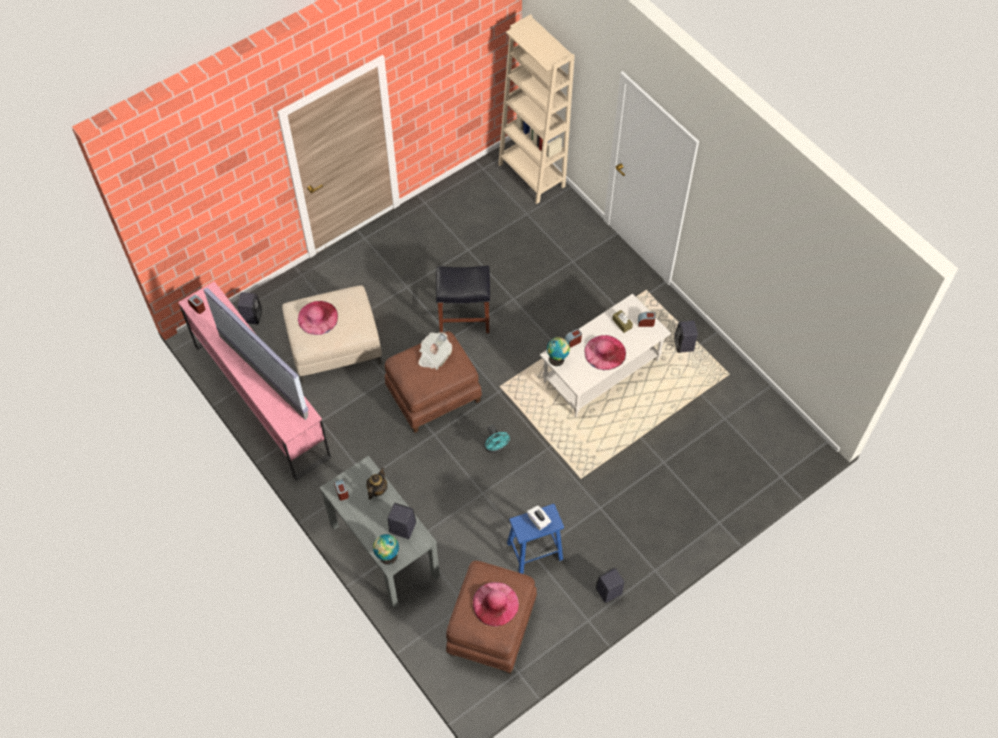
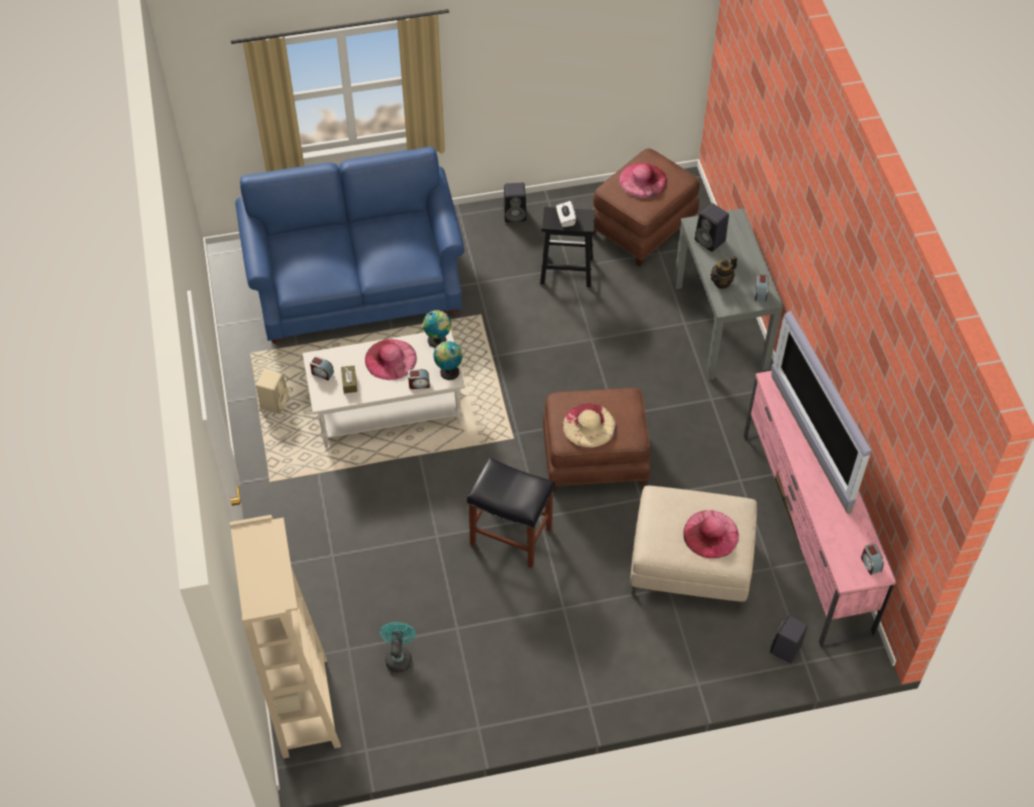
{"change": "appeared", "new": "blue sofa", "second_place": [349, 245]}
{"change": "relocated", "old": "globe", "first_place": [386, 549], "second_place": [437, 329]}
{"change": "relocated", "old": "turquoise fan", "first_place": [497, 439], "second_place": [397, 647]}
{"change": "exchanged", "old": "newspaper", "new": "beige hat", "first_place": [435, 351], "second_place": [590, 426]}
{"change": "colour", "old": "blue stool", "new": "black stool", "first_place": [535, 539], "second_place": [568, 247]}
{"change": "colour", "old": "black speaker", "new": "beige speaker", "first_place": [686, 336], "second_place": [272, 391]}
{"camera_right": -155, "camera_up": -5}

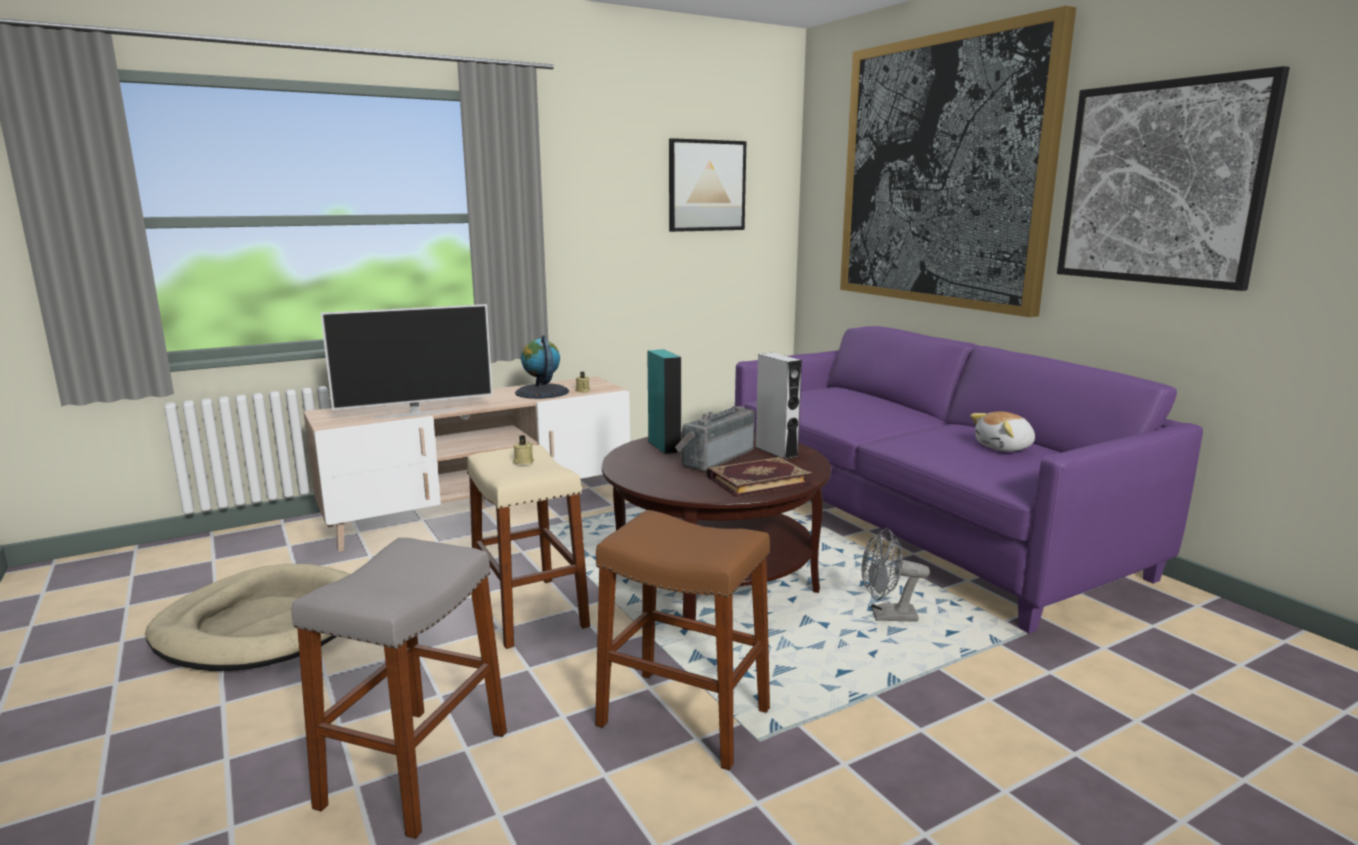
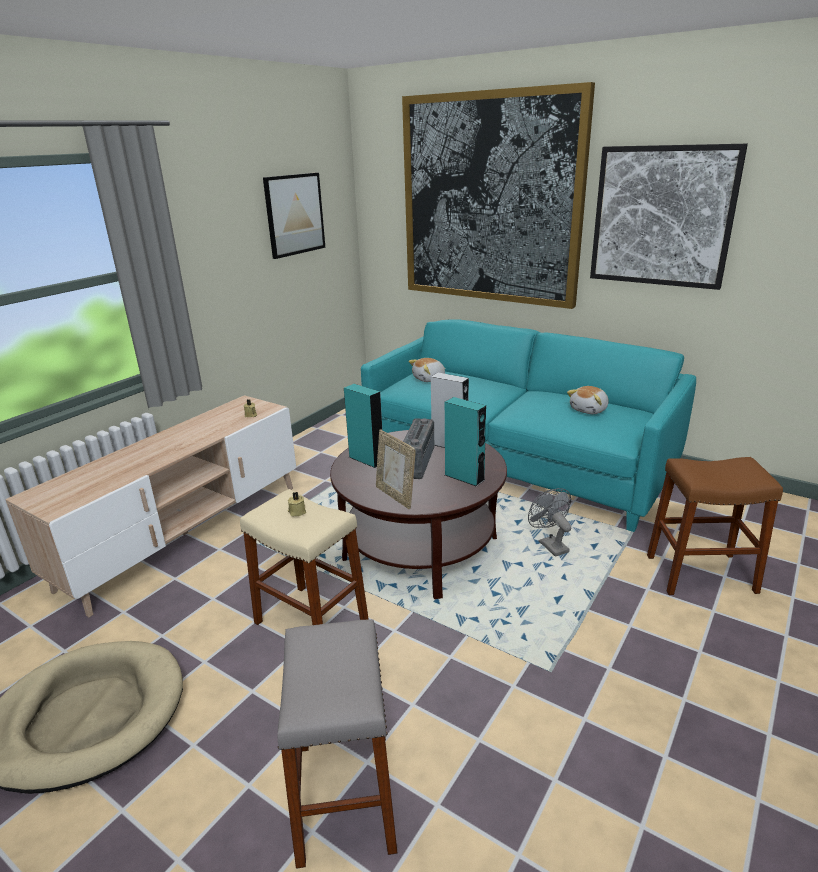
{"change": "missing", "old": "television", "first_place": [406, 361]}
{"change": "missing", "old": "globe", "first_place": [542, 367]}
{"change": "appeared", "new": "picture frame", "second_place": [396, 469]}
{"change": "appeared", "new": "plush toy", "second_place": [427, 370]}
{"change": "relocated", "old": "brown stool", "first_place": [682, 640], "second_place": [715, 526]}
{"change": "exchanged", "old": "book", "new": "turquoise speaker", "first_place": [760, 477], "second_place": [465, 442]}
{"change": "colour", "old": "purple sofa", "new": "turquoise sofa", "first_place": [969, 480], "second_place": [528, 425]}
{"change": "spun", "old": "grey fan", "first_place": [895, 575], "second_place": [549, 522], "degrees": 90}
{"camera_right": -25, "camera_up": 10}

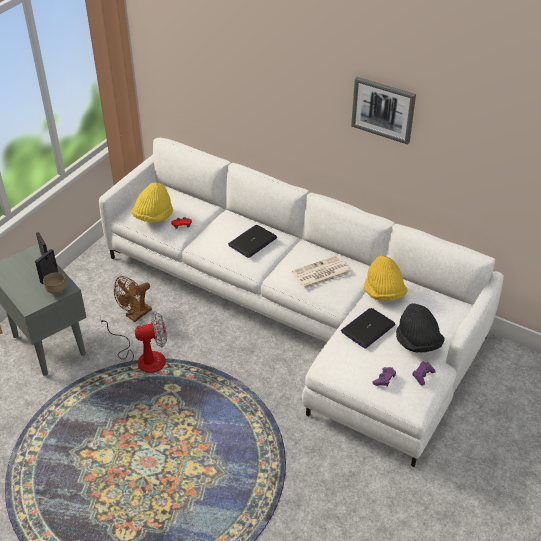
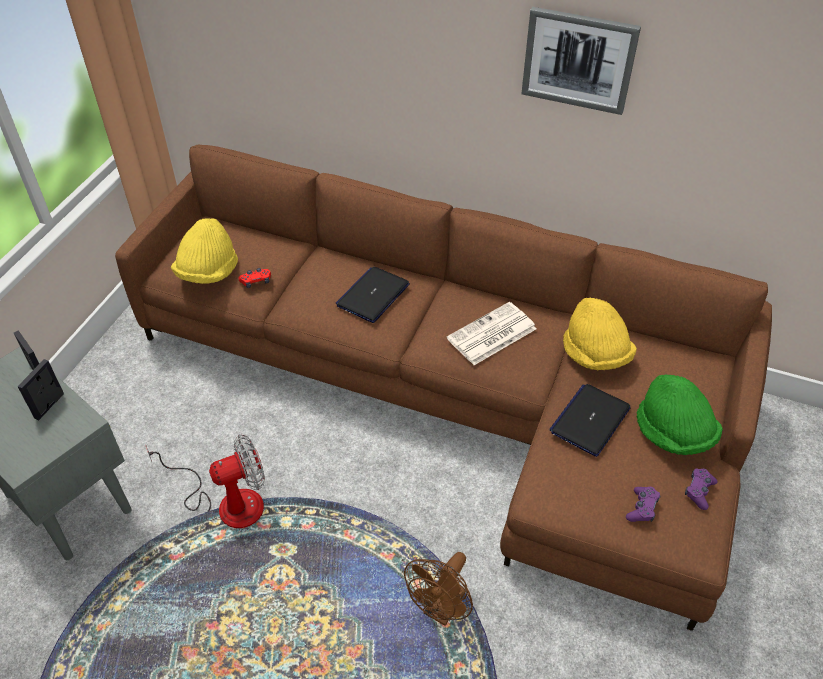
{"change": "missing", "old": "brown bowl", "first_place": [54, 283]}
{"change": "relocated", "old": "brown fan", "first_place": [133, 299], "second_place": [438, 589]}
{"change": "colour", "old": "white sofa", "new": "brown sofa", "first_place": [301, 302], "second_place": [443, 388]}
{"change": "colour", "old": "black hat", "new": "green hat", "first_place": [420, 328], "second_place": [680, 414]}
{"camera_right": -10, "camera_up": 5}

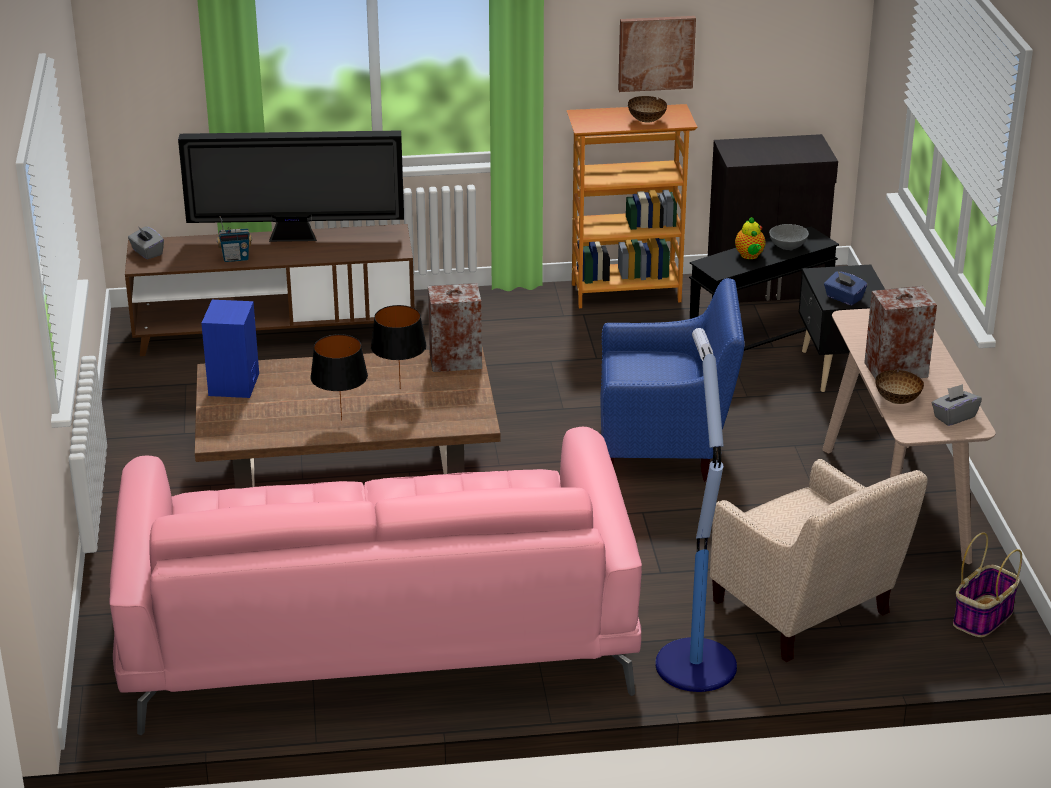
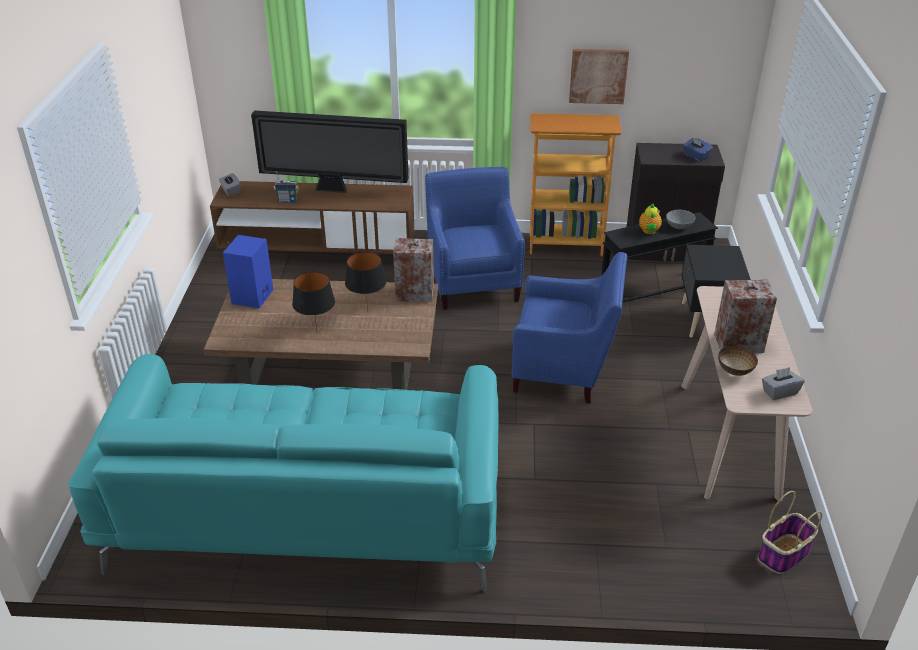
{"change": "missing", "old": "bowl", "first_place": [647, 109]}
{"change": "missing", "old": "floor lamp", "first_place": [696, 510]}
{"change": "missing", "old": "beige armchair", "first_place": [819, 560]}
{"change": "appeared", "new": "blue armchair", "second_place": [475, 238]}
{"change": "relocated", "old": "blue tissue box", "first_place": [845, 288], "second_place": [698, 149]}
{"change": "colour", "old": "pink sofa", "new": "turquoise sofa", "first_place": [375, 581], "second_place": [283, 473]}
{"camera_right": 10, "camera_up": 5}

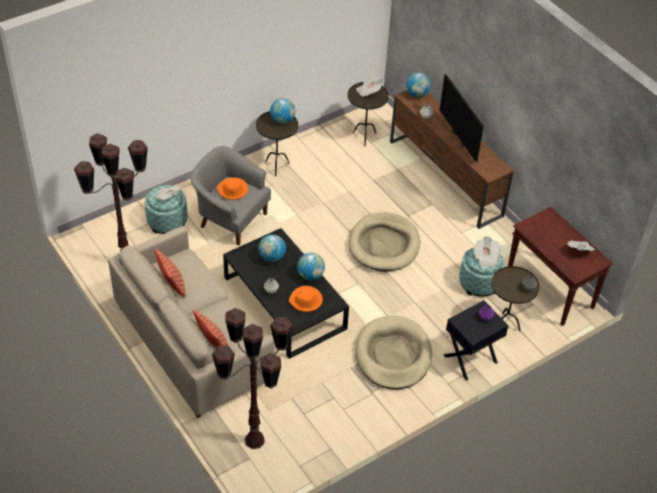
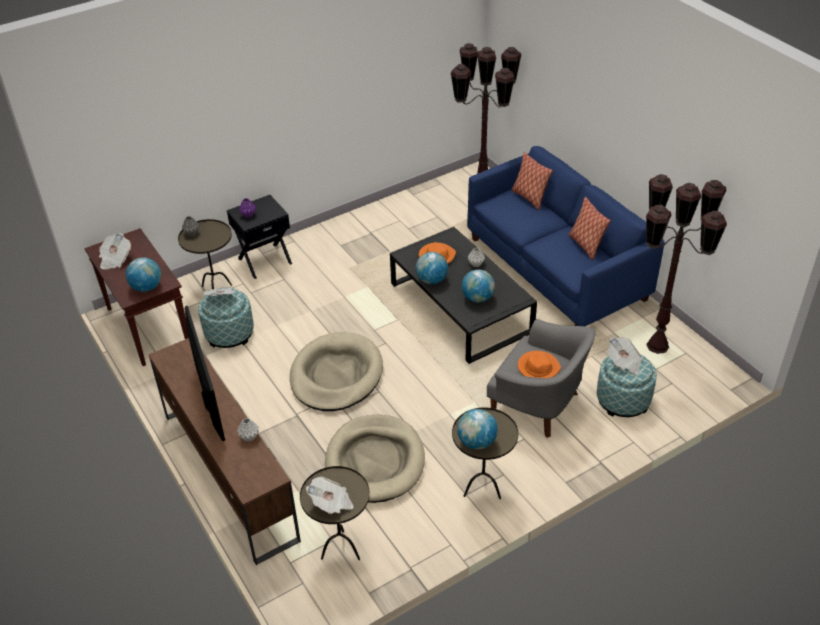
{"change": "relocated", "old": "beige dog bed", "first_place": [393, 352], "second_place": [375, 459]}
{"change": "relocated", "old": "globe", "first_place": [418, 84], "second_place": [143, 274]}
{"change": "colour", "old": "beige sofa", "new": "blue sofa", "first_place": [191, 322], "second_place": [566, 236]}
{"camera_right": -175, "camera_up": -5}

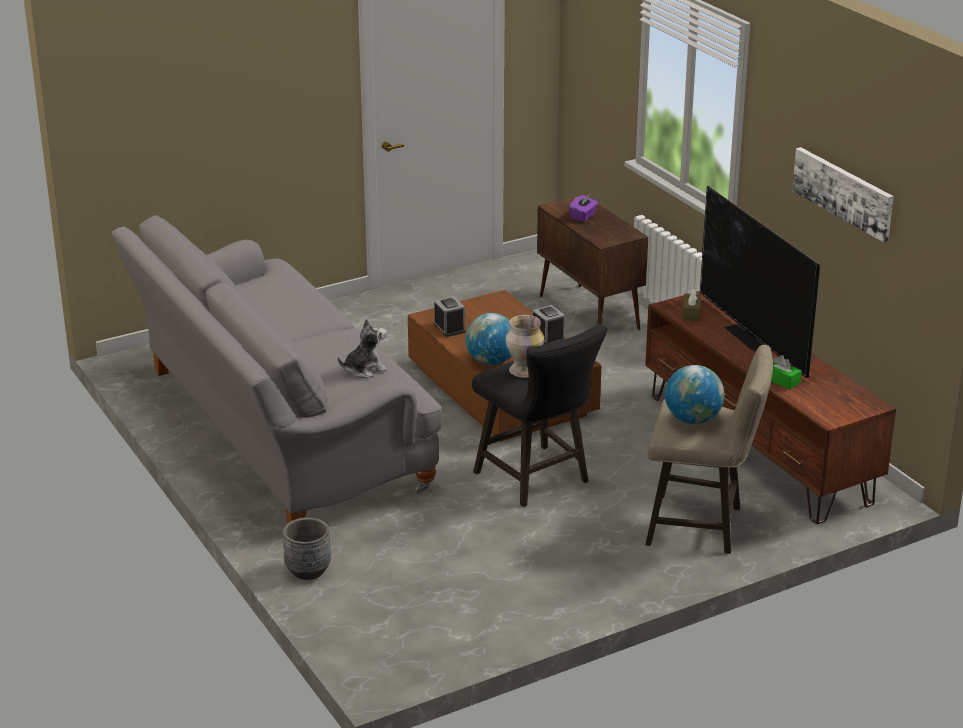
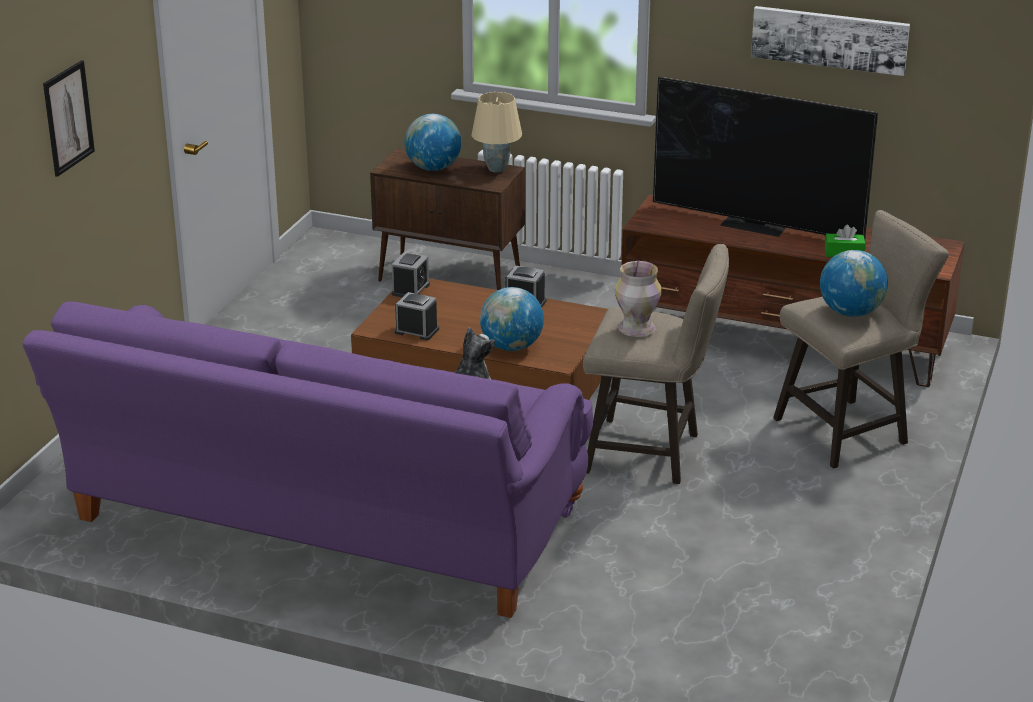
{"change": "missing", "old": "grey planter", "first_place": [306, 548]}
{"change": "missing", "old": "brown tissue box", "first_place": [691, 304]}
{"change": "appeared", "new": "picture", "second_place": [69, 118]}
{"change": "appeared", "new": "alarm clock", "second_place": [411, 274]}
{"change": "appeared", "new": "beige table lamp", "second_place": [496, 132]}
{"change": "exchanged", "old": "purple tissue box", "new": "globe", "first_place": [583, 208], "second_place": [432, 142]}
{"change": "colour", "old": "grey sofa", "new": "purple sofa", "first_place": [277, 369], "second_place": [308, 460]}
{"change": "colour", "old": "black stool", "new": "beige stool", "first_place": [539, 415], "second_place": [656, 364]}
{"camera_right": -40, "camera_up": 0}

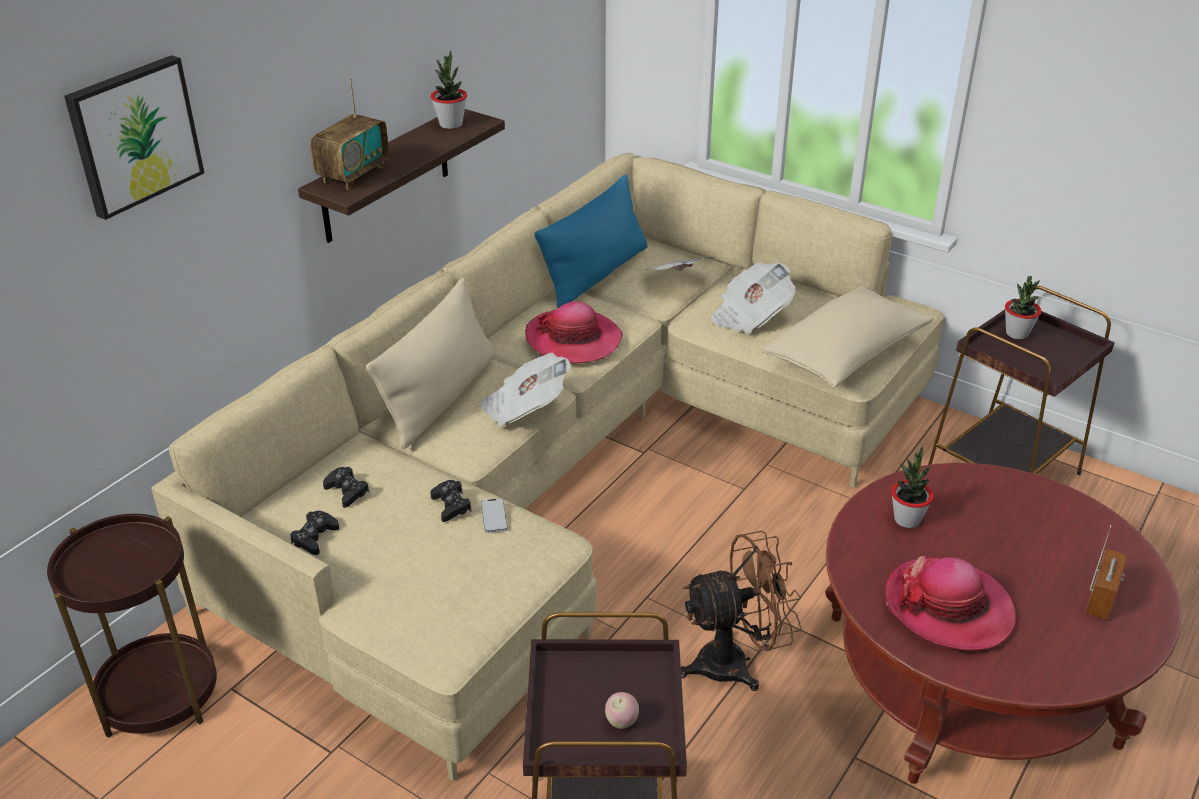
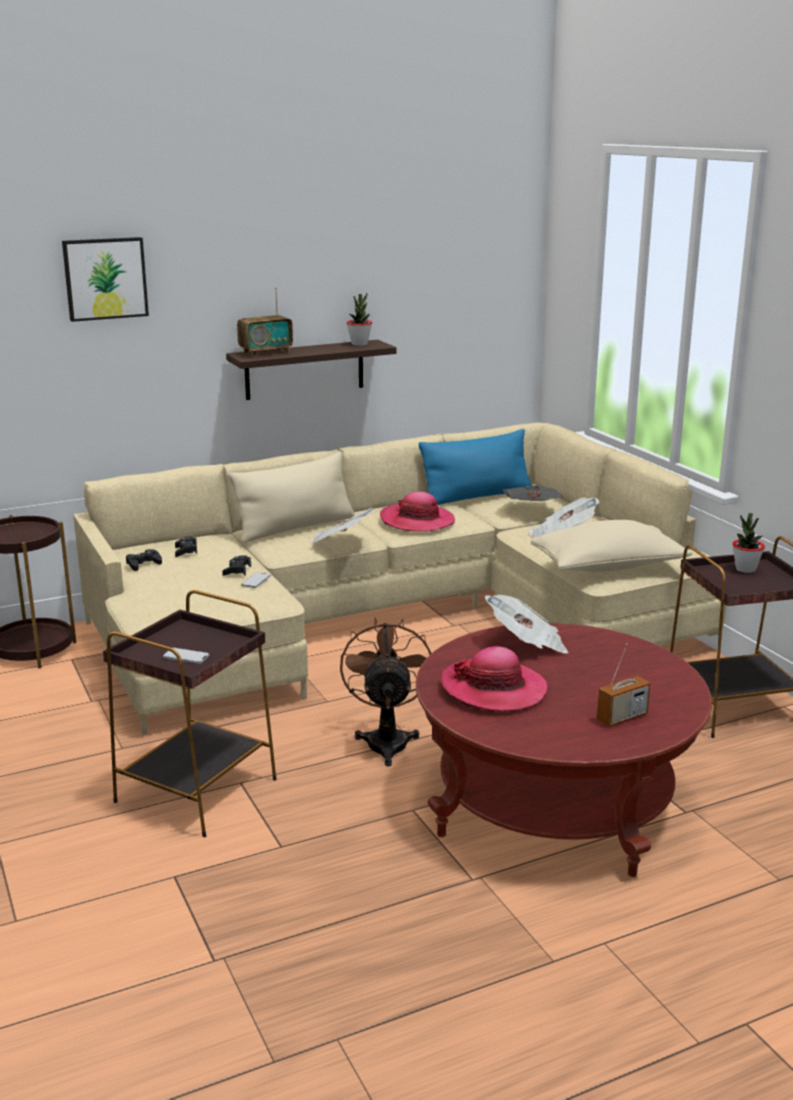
{"change": "exchanged", "old": "apple", "new": "phone", "first_place": [622, 710], "second_place": [185, 655]}
{"change": "exchanged", "old": "potted plant", "new": "newspaper", "first_place": [912, 487], "second_place": [527, 624]}
{"change": "spun", "old": "brown fan", "first_place": [741, 611], "second_place": [386, 692], "degrees": -105}
{"camera_right": 30, "camera_up": -15}

